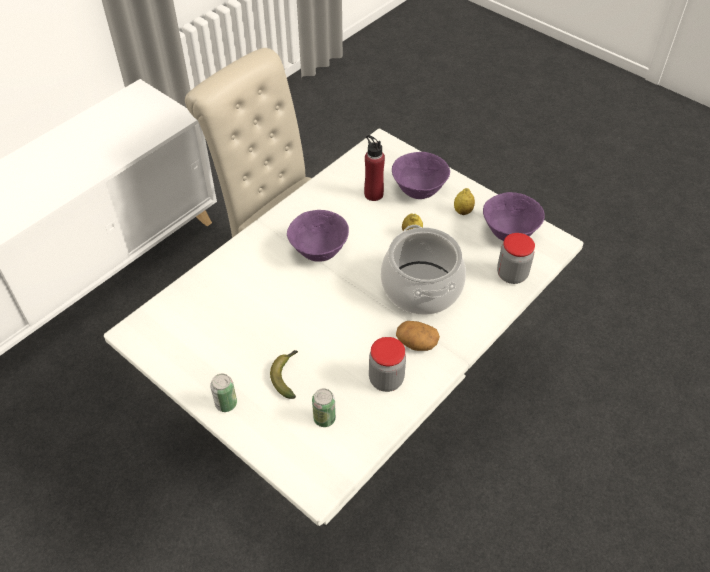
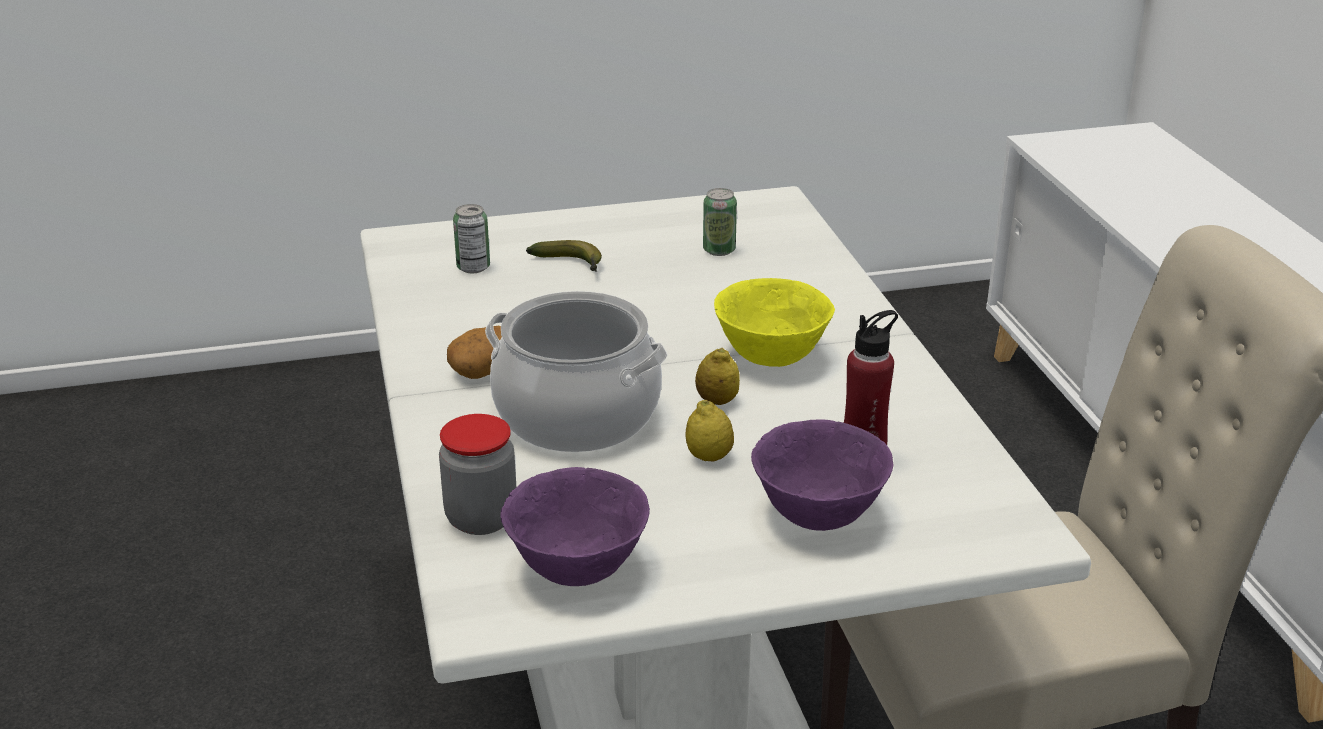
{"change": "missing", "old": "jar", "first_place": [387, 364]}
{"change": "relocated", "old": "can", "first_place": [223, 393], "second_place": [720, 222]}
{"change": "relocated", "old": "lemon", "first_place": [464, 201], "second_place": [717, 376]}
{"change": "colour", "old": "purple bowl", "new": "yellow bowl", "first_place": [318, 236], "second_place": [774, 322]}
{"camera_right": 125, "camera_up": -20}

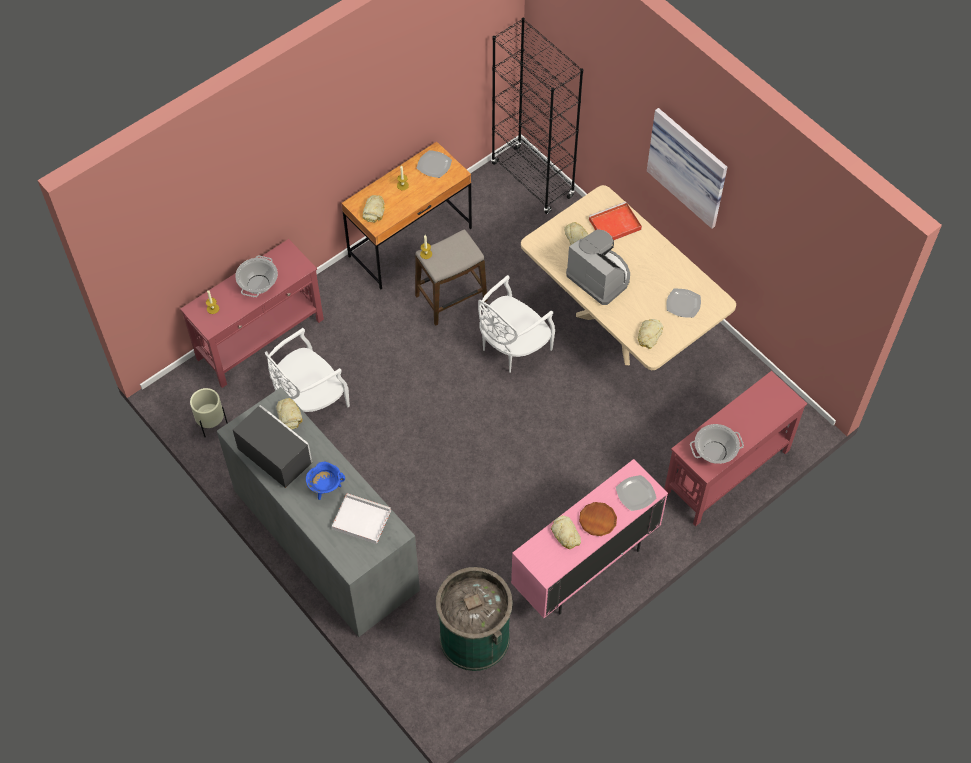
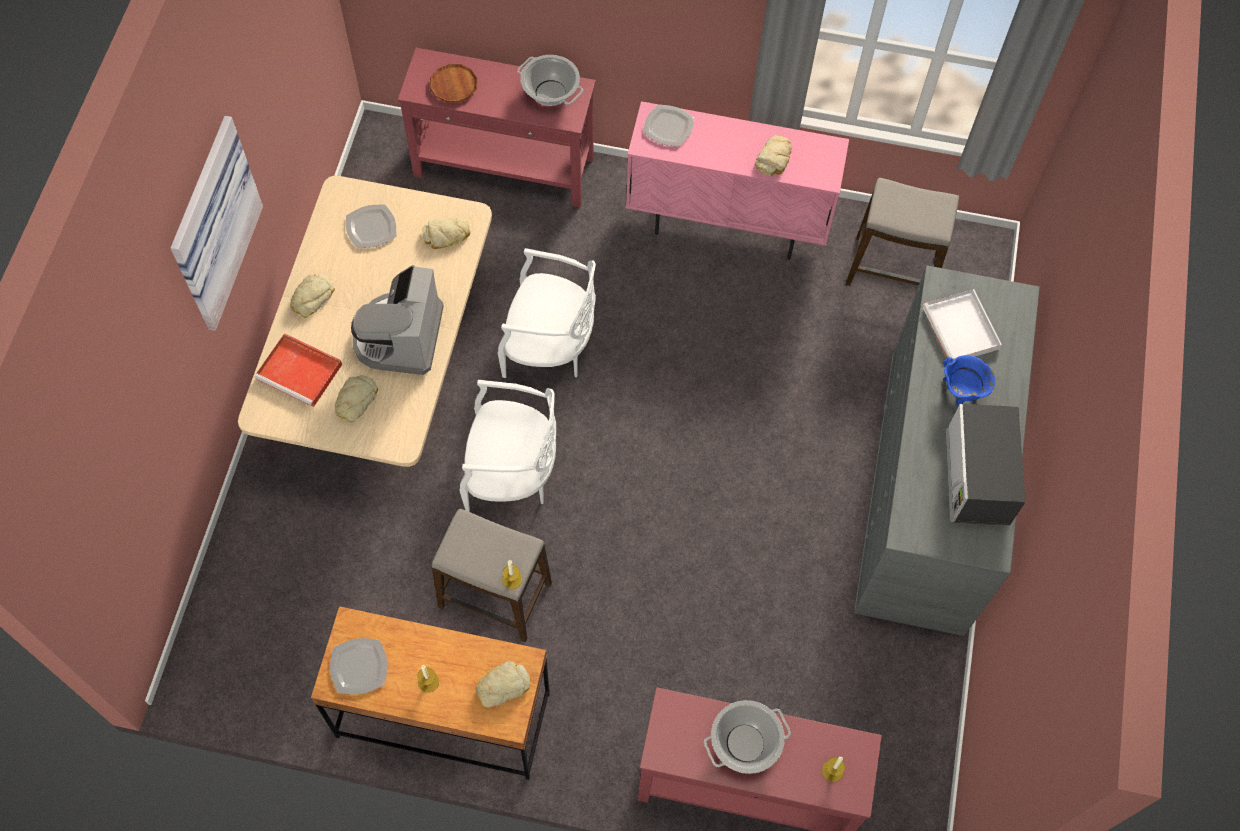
{"change": "missing", "old": "beige planter", "first_place": [209, 412]}
{"change": "missing", "old": "black bookcase", "first_place": [537, 116]}
{"change": "relocated", "old": "white chair", "first_place": [307, 370], "second_place": [547, 313]}
{"change": "relocated", "old": "bread", "first_place": [289, 414], "second_place": [312, 296]}
{"change": "relocated", "old": "brown plate", "first_place": [598, 519], "second_place": [454, 83]}
{"change": "exchanged", "old": "green trash can", "new": "stool", "first_place": [474, 619], "second_place": [902, 232]}
{"camera_right": -130, "camera_up": 5}

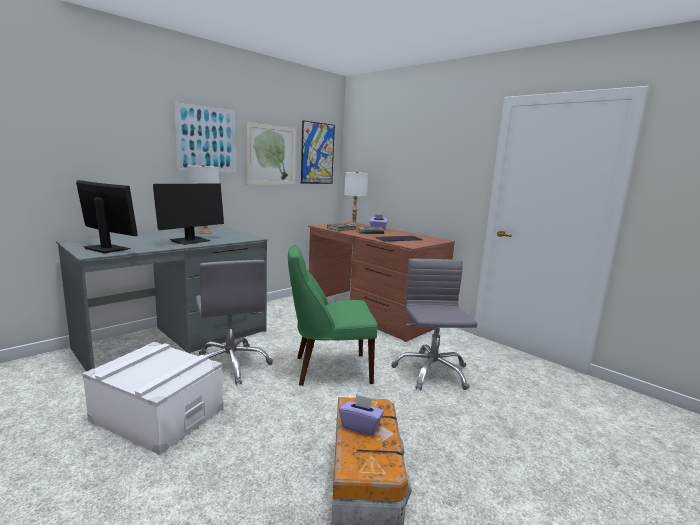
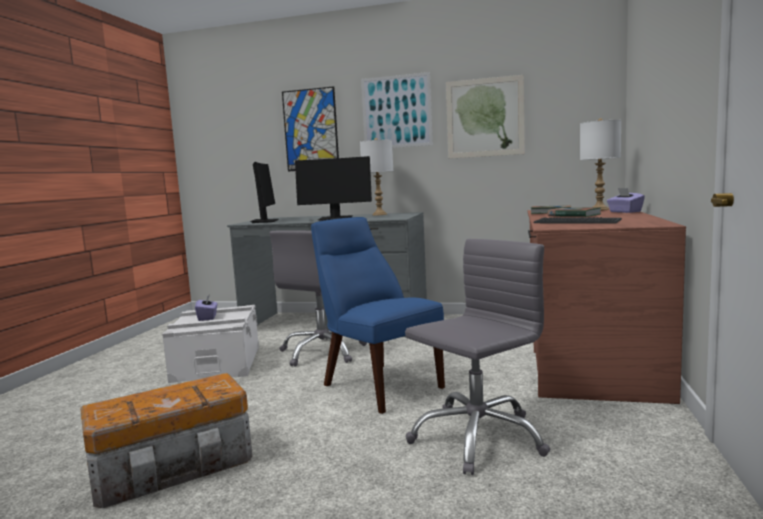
{"change": "relocated", "old": "picture", "first_place": [318, 152], "second_place": [310, 128]}
{"change": "relocated", "old": "purple tissue box", "first_place": [361, 415], "second_place": [206, 307]}
{"change": "colour", "old": "green chair", "new": "blue chair", "first_place": [333, 315], "second_place": [378, 315]}
{"camera_right": 60, "camera_up": -5}

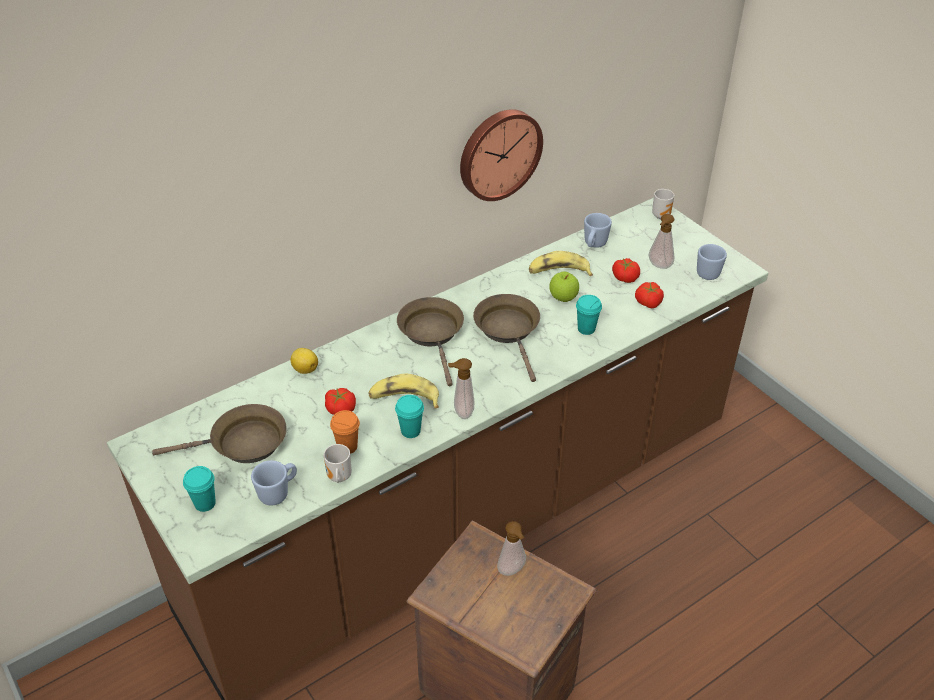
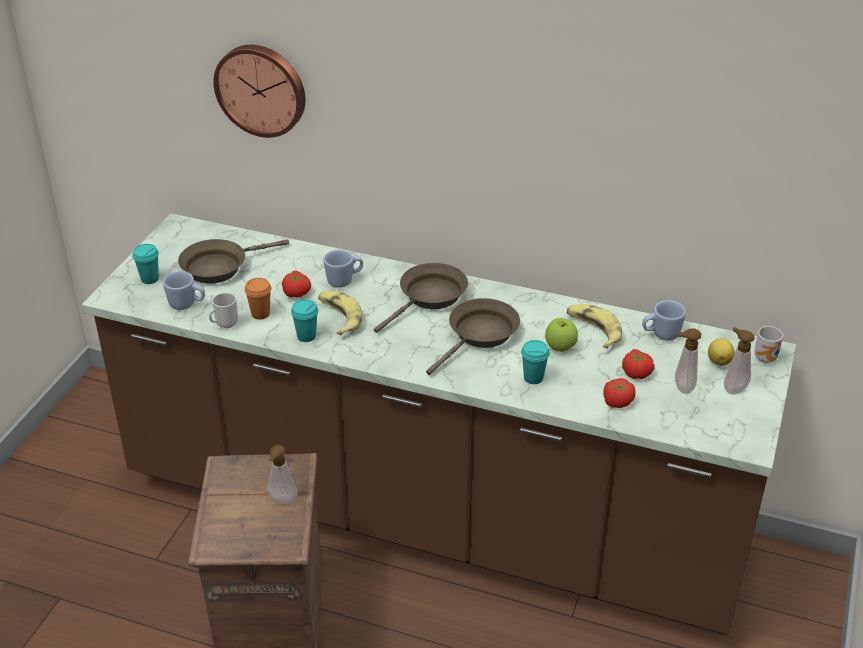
{"change": "relocated", "old": "lemon", "first_place": [304, 361], "second_place": [721, 352]}
{"change": "relocated", "old": "soap dispenser", "first_place": [461, 388], "second_place": [739, 360]}
{"change": "relocated", "old": "wall clock", "first_place": [501, 155], "second_place": [259, 91]}
{"change": "relocated", "old": "blue mug", "first_place": [712, 262], "second_place": [343, 269]}
{"change": "spun", "old": "brown frying pan", "first_place": [219, 433], "second_place": [233, 261], "degrees": 105}
{"camera_right": 55, "camera_up": -5}

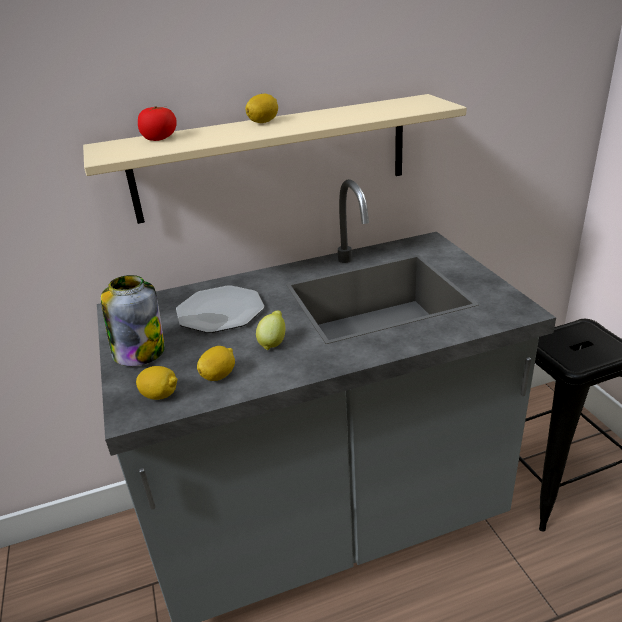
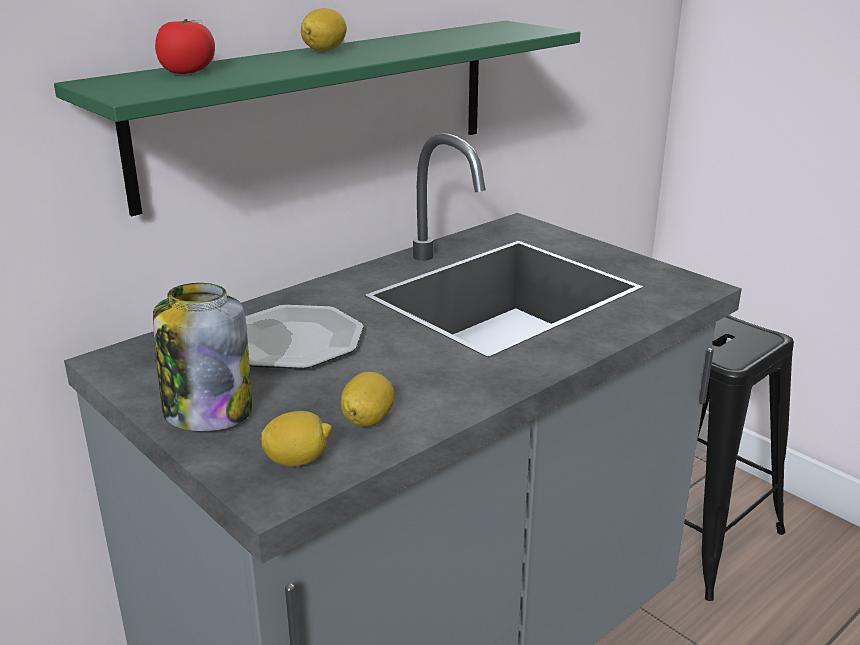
{"change": "missing", "old": "lemon", "first_place": [270, 330]}
{"change": "colour", "old": "beige shelf", "new": "green shelf", "first_place": [275, 159], "second_place": [317, 118]}
{"camera_right": -25, "camera_up": -5}

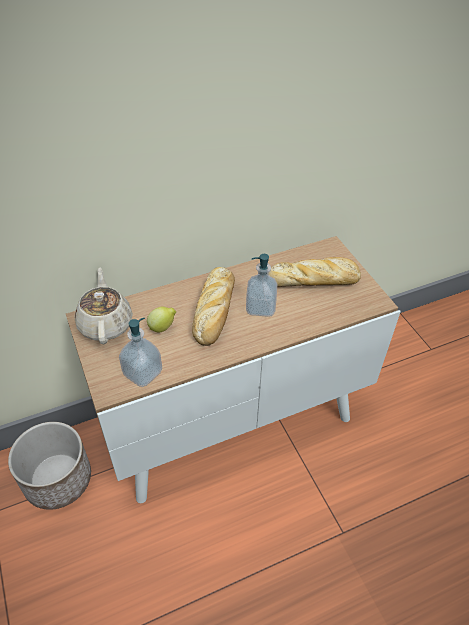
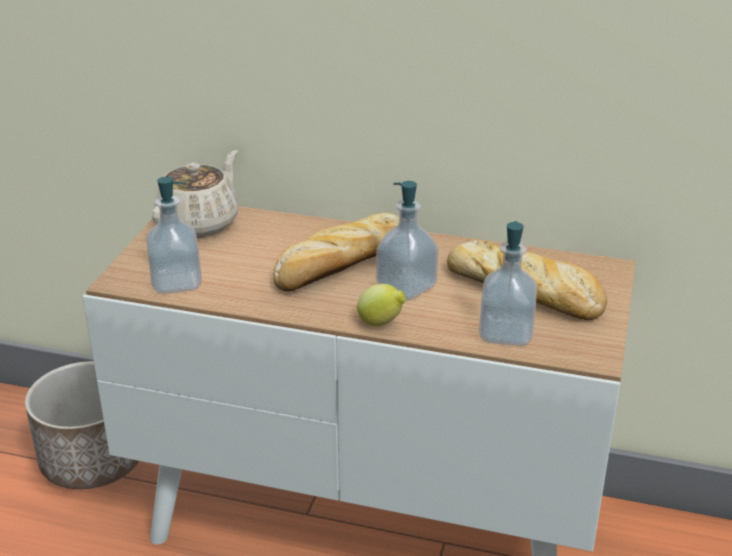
{"change": "appeared", "new": "soap dispenser", "second_place": [508, 283]}
{"change": "relocated", "old": "lemon", "first_place": [161, 319], "second_place": [381, 305]}
{"camera_right": 40, "camera_up": -15}

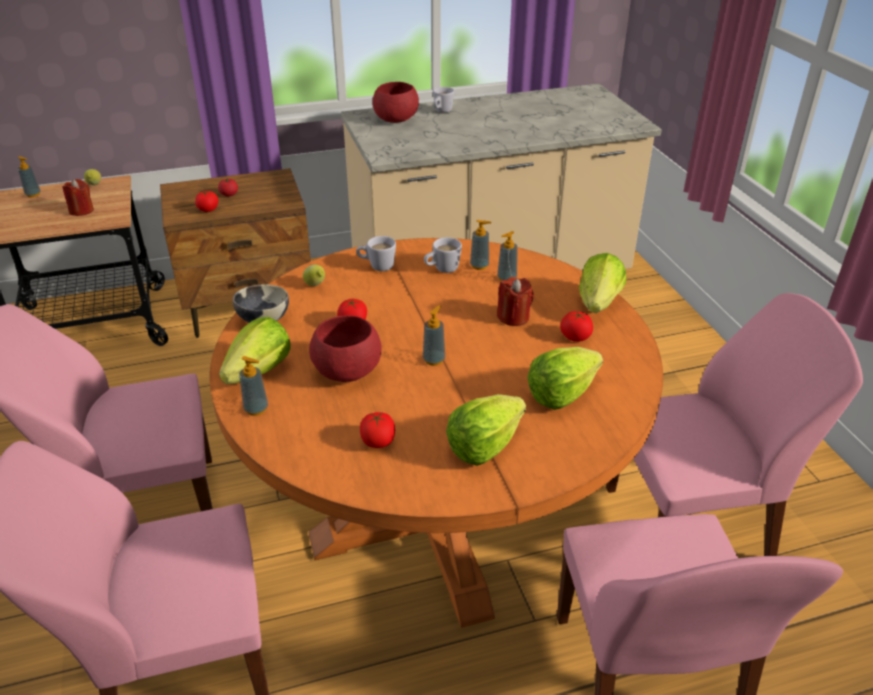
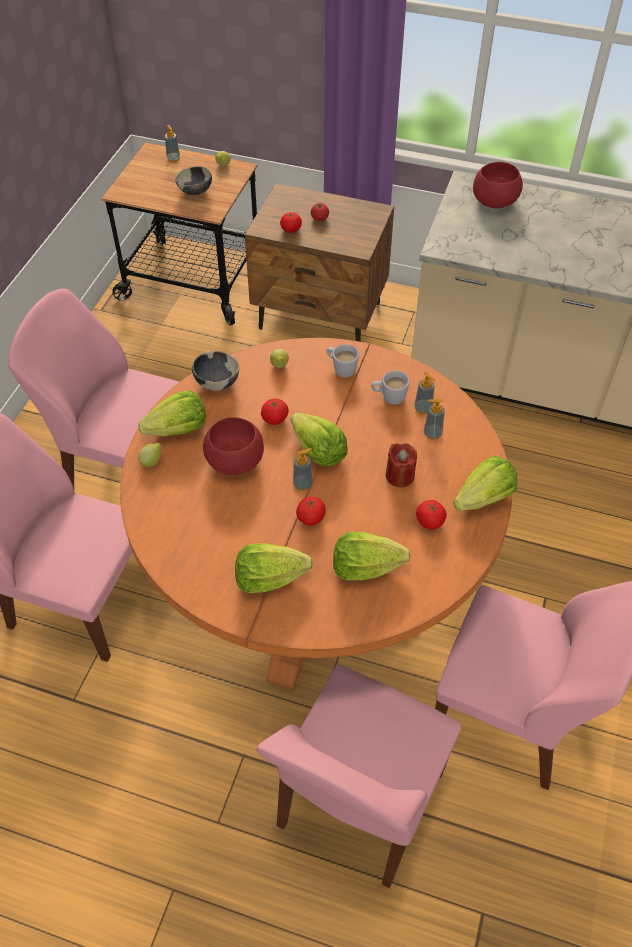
{"change": "missing", "old": "white mug", "first_place": [444, 100]}
{"change": "appeared", "new": "lettuce", "second_place": [319, 439]}
{"change": "relocated", "old": "tomato", "first_place": [377, 430], "second_place": [311, 511]}
{"change": "exchanged", "old": "red candle", "new": "bowl", "first_place": [78, 197], "second_place": [193, 181]}
{"change": "exchanged", "old": "soap dispenser", "new": "lemon", "first_place": [253, 386], "second_place": [150, 455]}
{"camera_right": 35, "camera_up": 15}

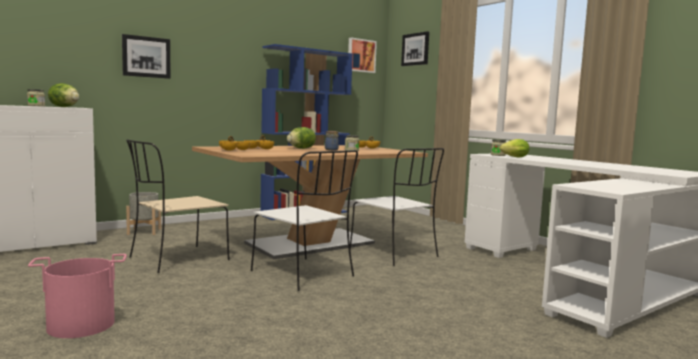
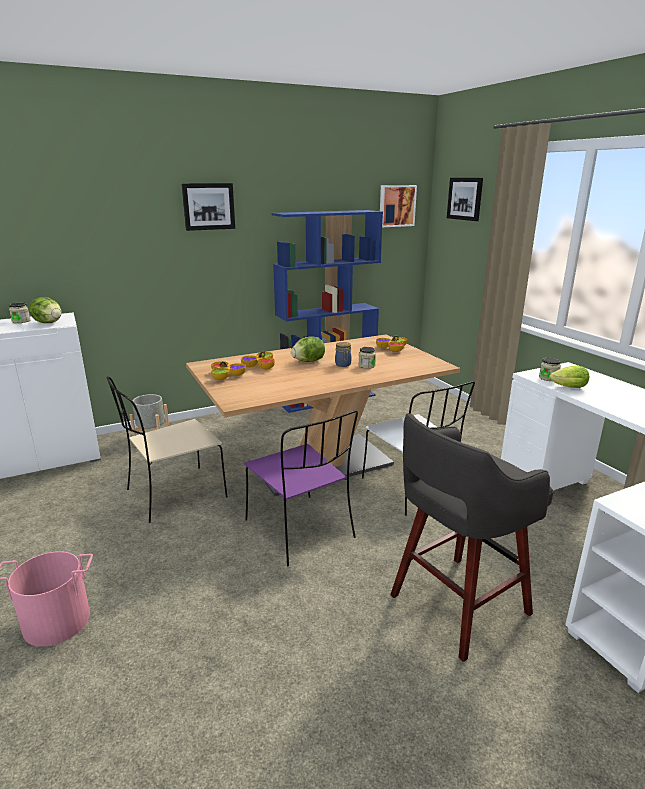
{"change": "appeared", "new": "grey stool", "second_place": [471, 537]}
{"change": "relocated", "old": "picture", "first_place": [146, 56], "second_place": [208, 207]}
{"change": "colour", "old": "white chair", "new": "purple chair", "first_place": [304, 220], "second_place": [301, 488]}
{"camera_right": 10, "camera_up": 15}

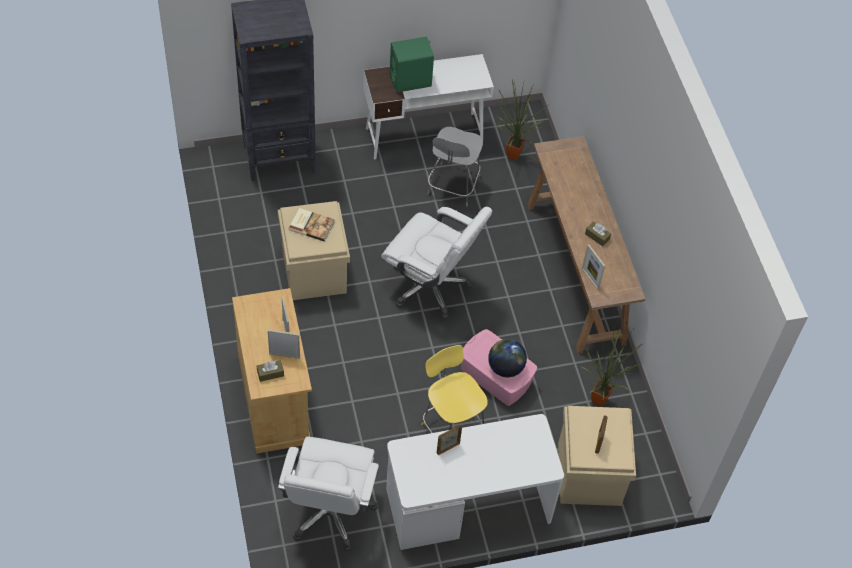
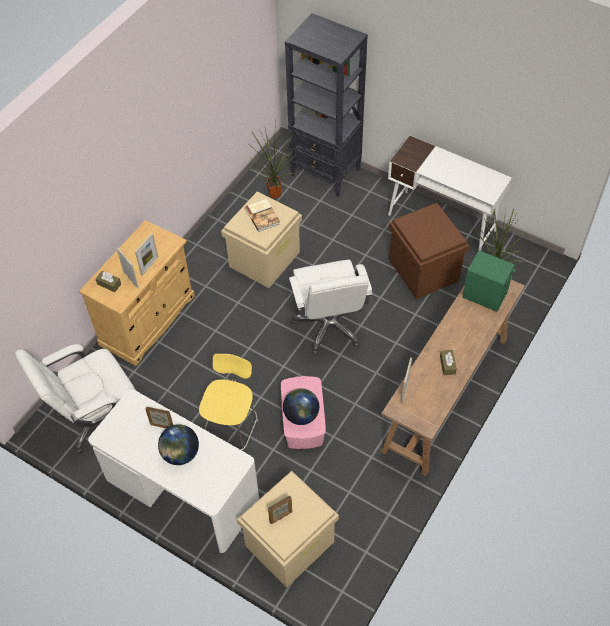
{"change": "appeared", "new": "globe", "second_place": [178, 444]}
{"change": "relocated", "old": "green speaker", "first_place": [412, 65], "second_place": [489, 281]}
{"change": "relocated", "old": "potted plant", "first_place": [611, 368], "second_place": [273, 160]}
{"change": "exchanged", "old": "grey stool", "new": "brown storage box", "first_place": [455, 166], "second_place": [429, 251]}
{"camera_right": 50, "camera_up": 0}

